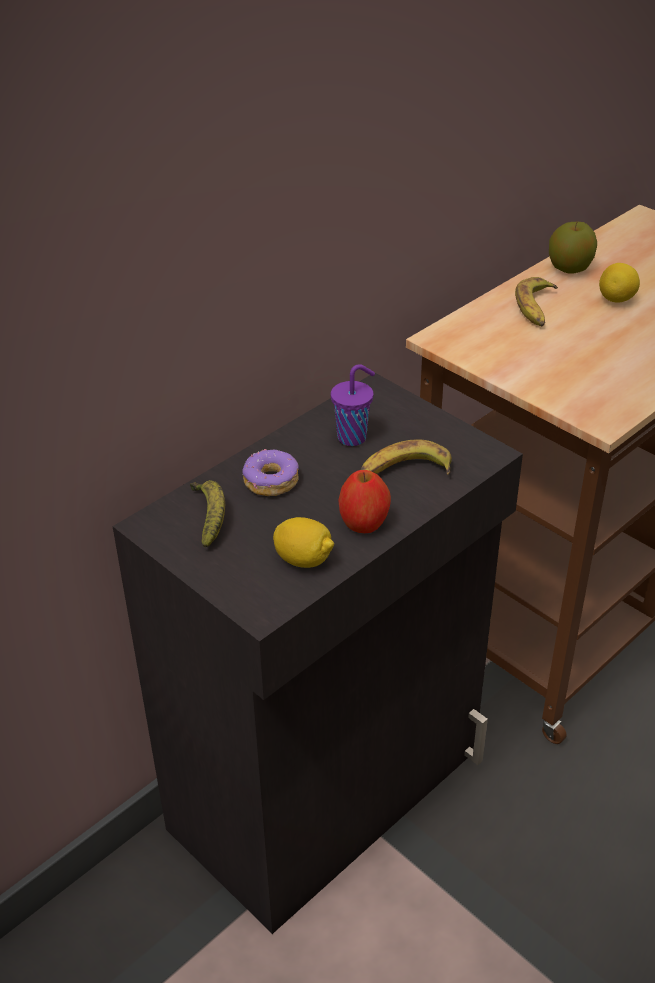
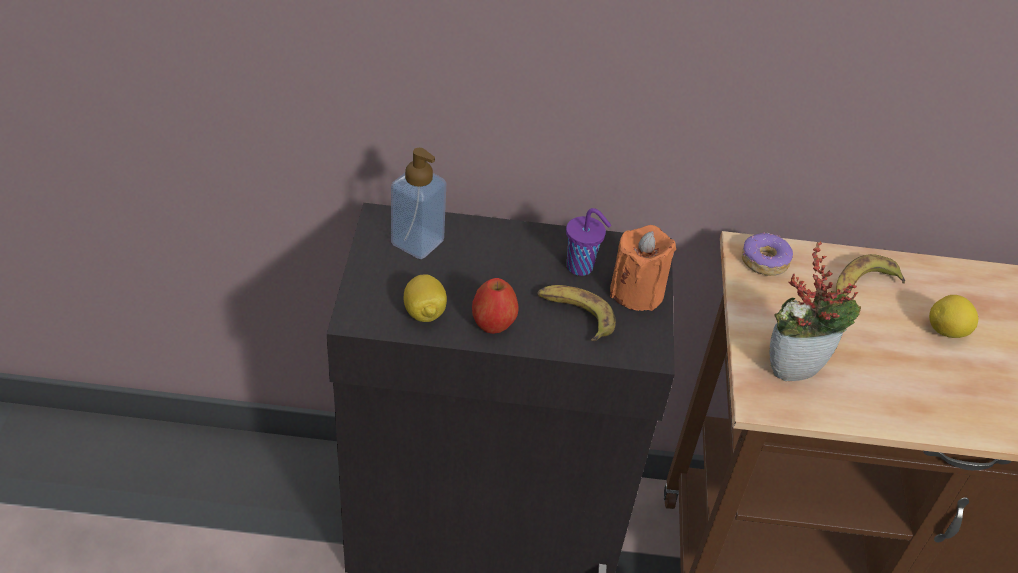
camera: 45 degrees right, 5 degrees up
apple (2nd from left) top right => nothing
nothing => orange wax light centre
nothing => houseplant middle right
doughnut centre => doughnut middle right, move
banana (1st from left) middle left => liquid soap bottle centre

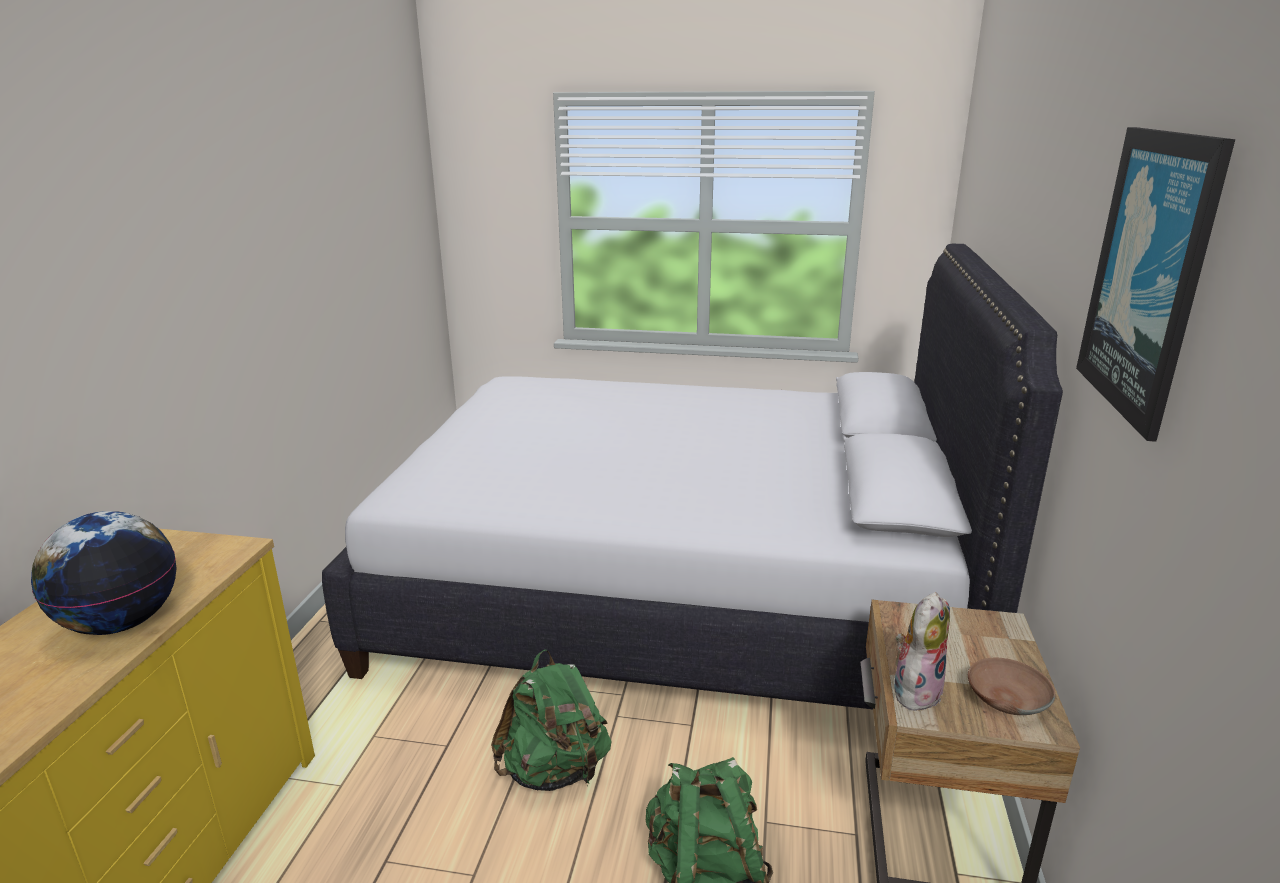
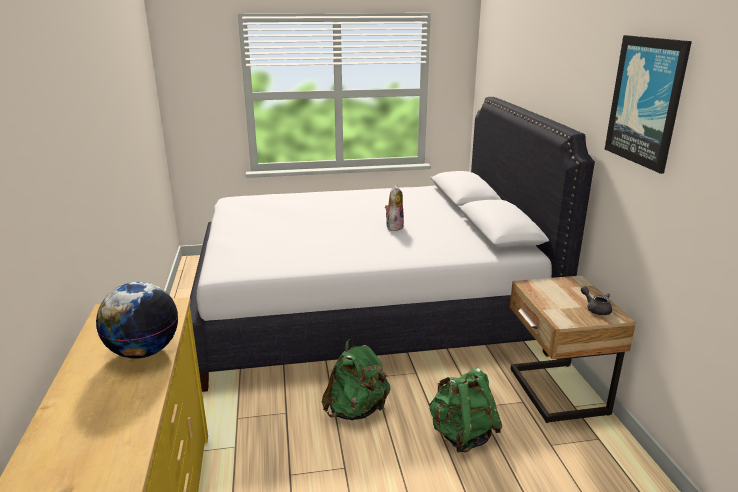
camera: 20 degrees left, 0 degrees up
plush toy bottom right => plush toy centre, move
brown serving bowl bottom right => gray teapot middle right

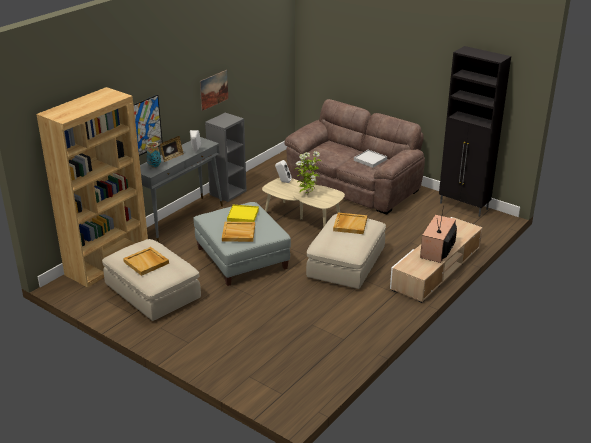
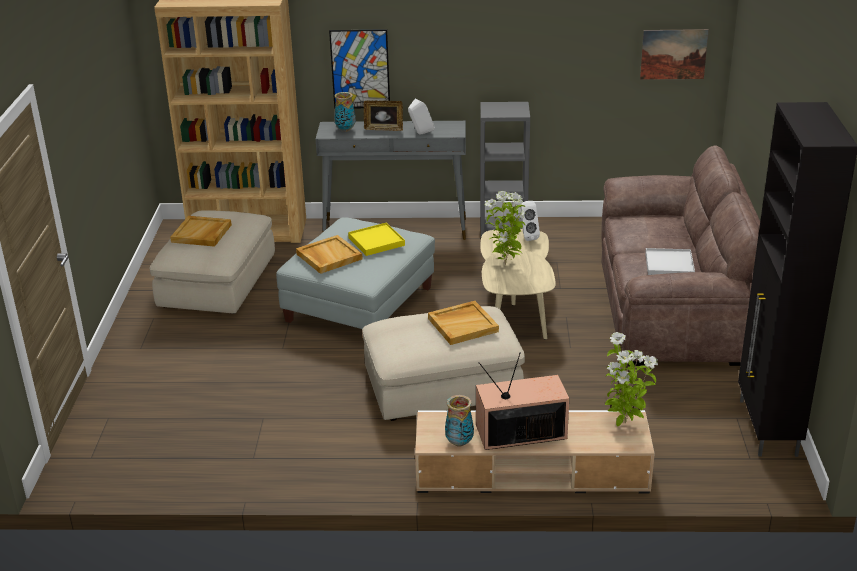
camera: 55 degrees right, 0 degrees up
nothing => flower vase (2nd from left) bottom centre
nothing => houseplant (2nd from left) middle right
wall art (2nd from left) top centre => wall art (2nd from left) top right, move

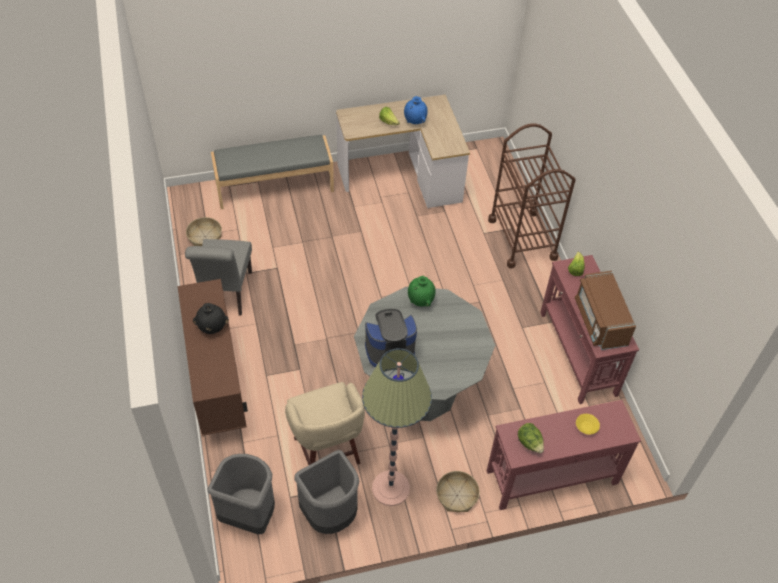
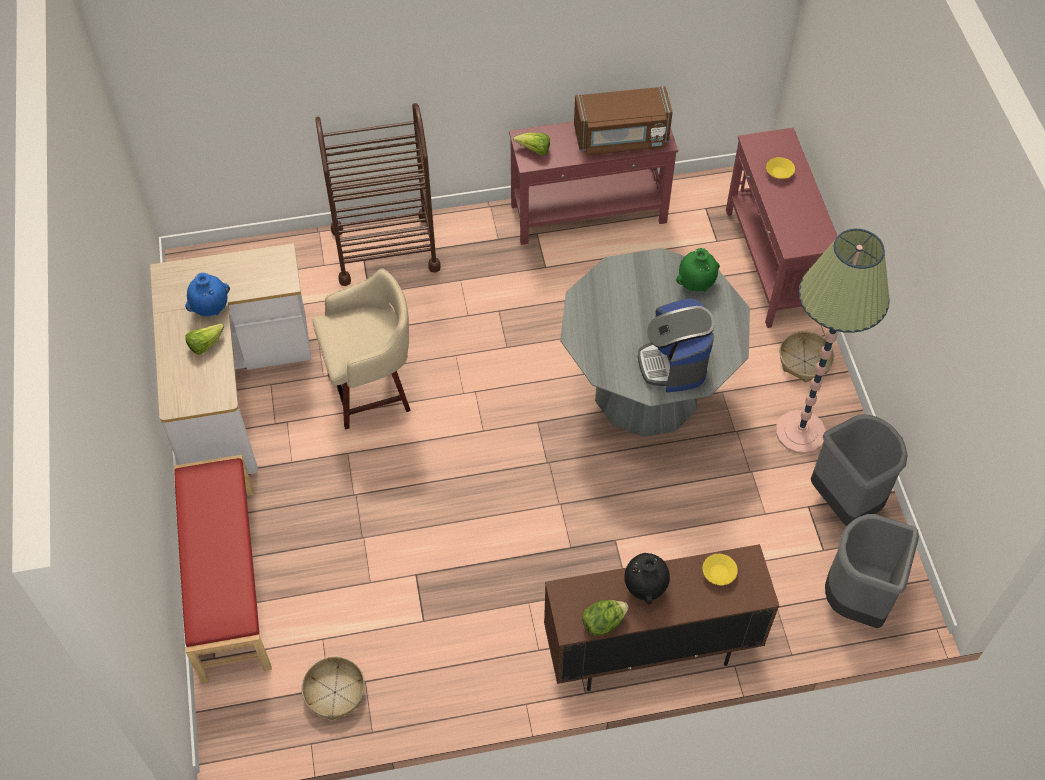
camera: 85 degrees left, 5 degrees up
gray upright chair middle left => nothing
nothing => yellowish serving bowl (1st from left) bottom right
beige stool seat bottom centre => beige stool seat centre, move
green-coloured flower vase centre => green-coloured flower vase middle right, move
head of lettuce (2nd from left in the first image) bottom right => head of lettuce (3rd from left) bottom centre, move
gray long seat top centre => red long seat bottom left

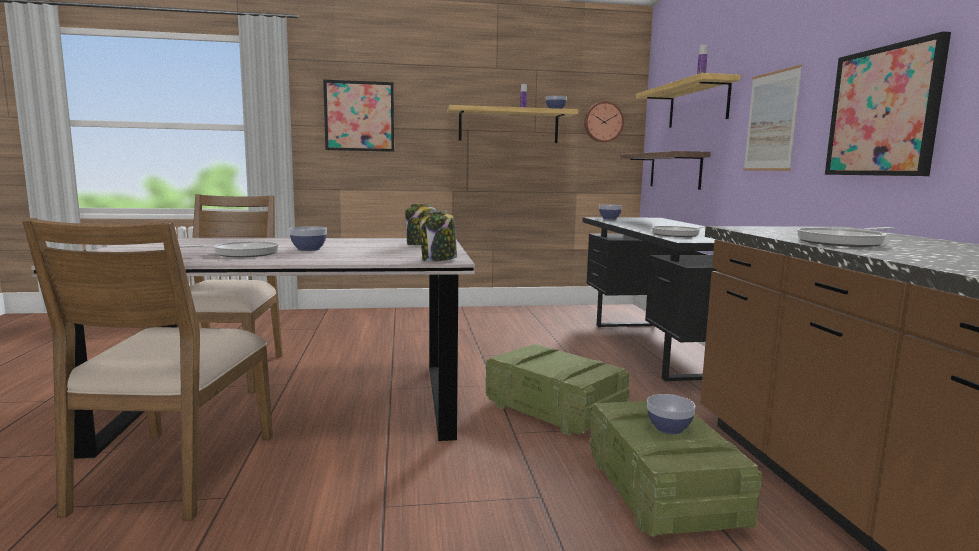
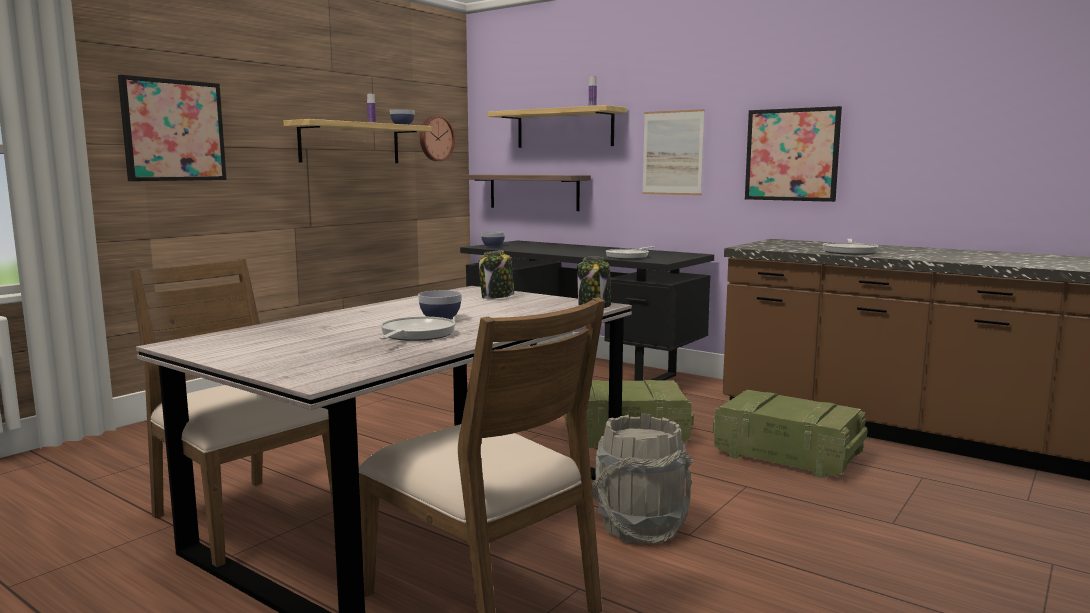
camera: 45 degrees left, 0 degrees up
serving bowl (4th from left) bottom right => nothing
nothing => gray water bucket bottom centre

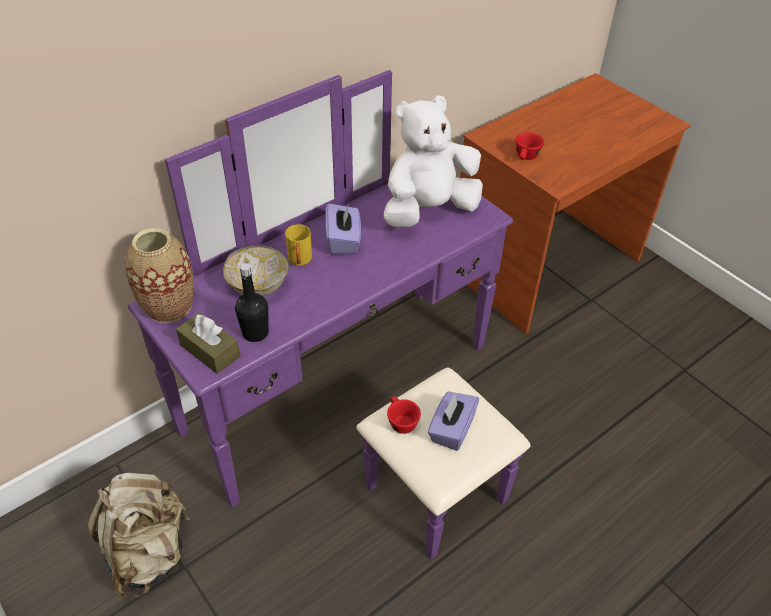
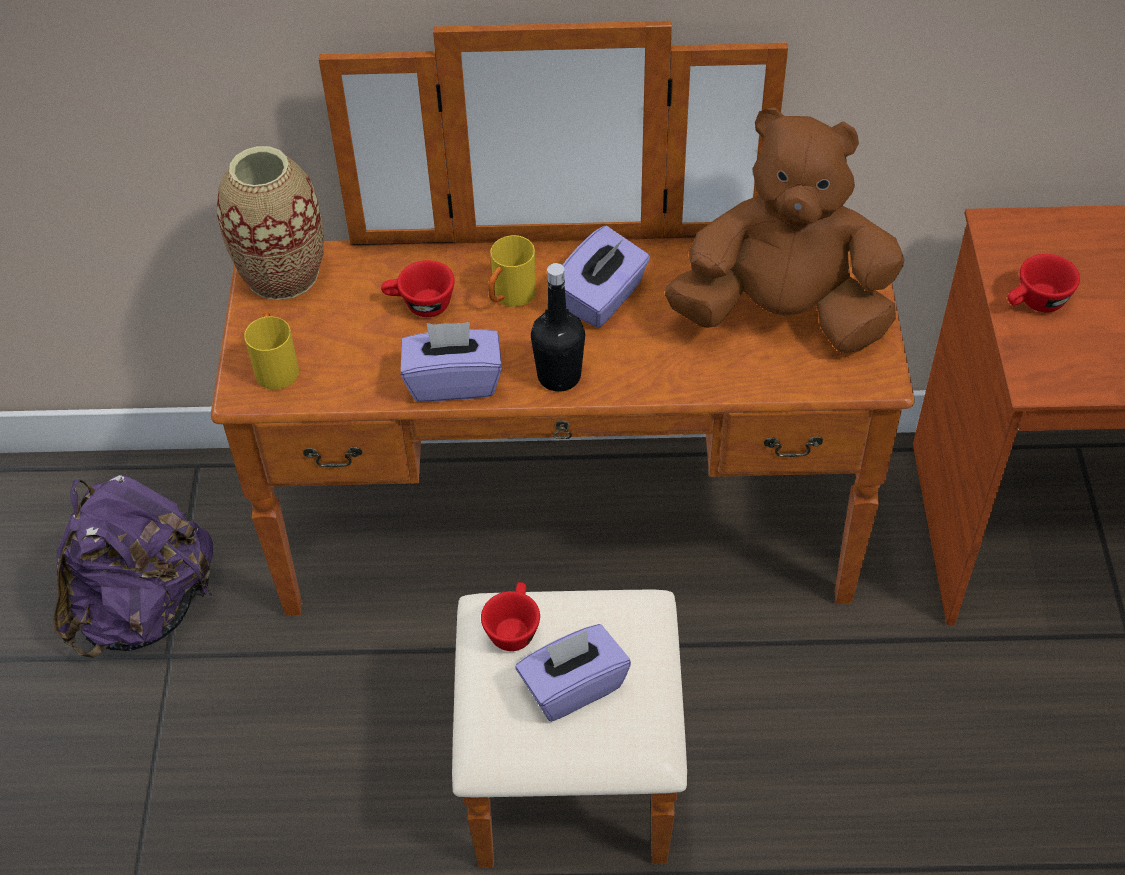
camera: 40 degrees right, 5 degrees up
nothing => purple tissue holder (1st from left) centre
blackish beverage bottle middle left => blackish beverage bottle centre, move
brown tissue holder middle left => yellowish mug (1st from left) middle left
serving bowl middle left => red small cup (1st from left) top centre
beige backpack bottom left => purple backpack middle left
purple dresser centre => brown dresser centre
whitish plush toy top centre => brown plush toy top right

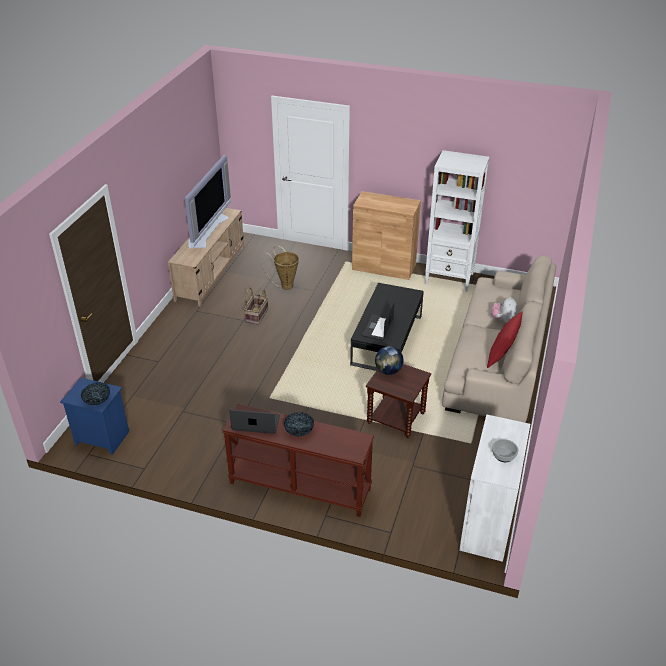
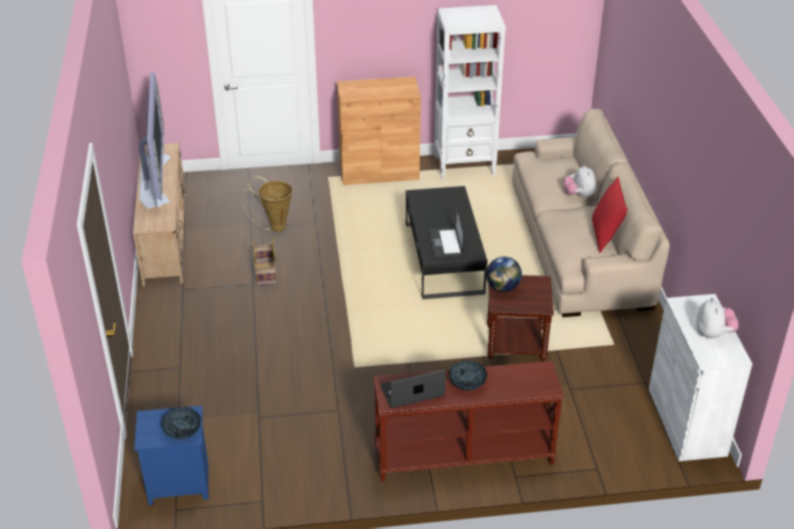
camera: 25 degrees left, 0 degrees up
serving bowl (3rd from left) bottom right => plush toy (2nd from left) middle right

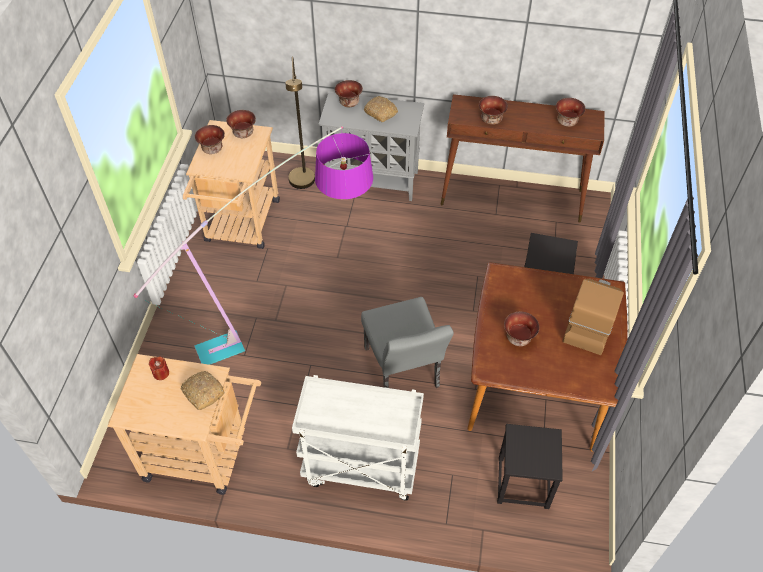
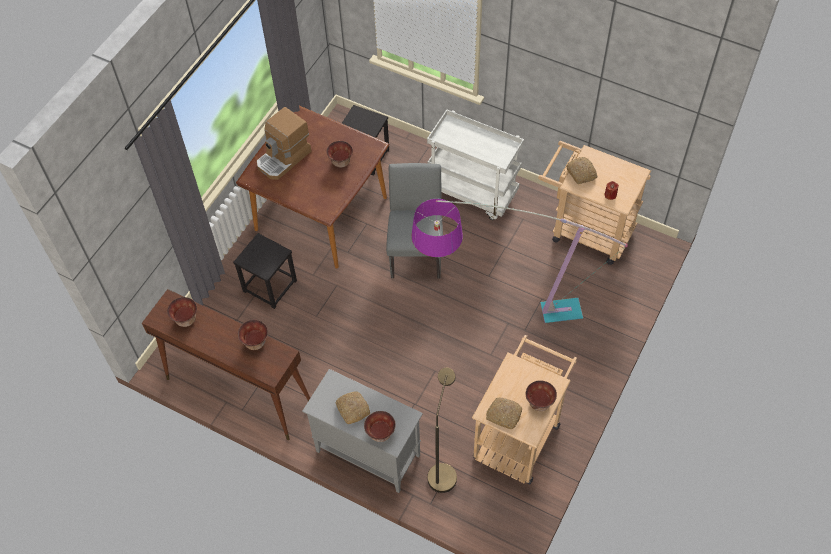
camera: 160 degrees left, 5 degrees up
serving bowl (2nd from left) top left => bakery bread (2nd from left) bottom centre

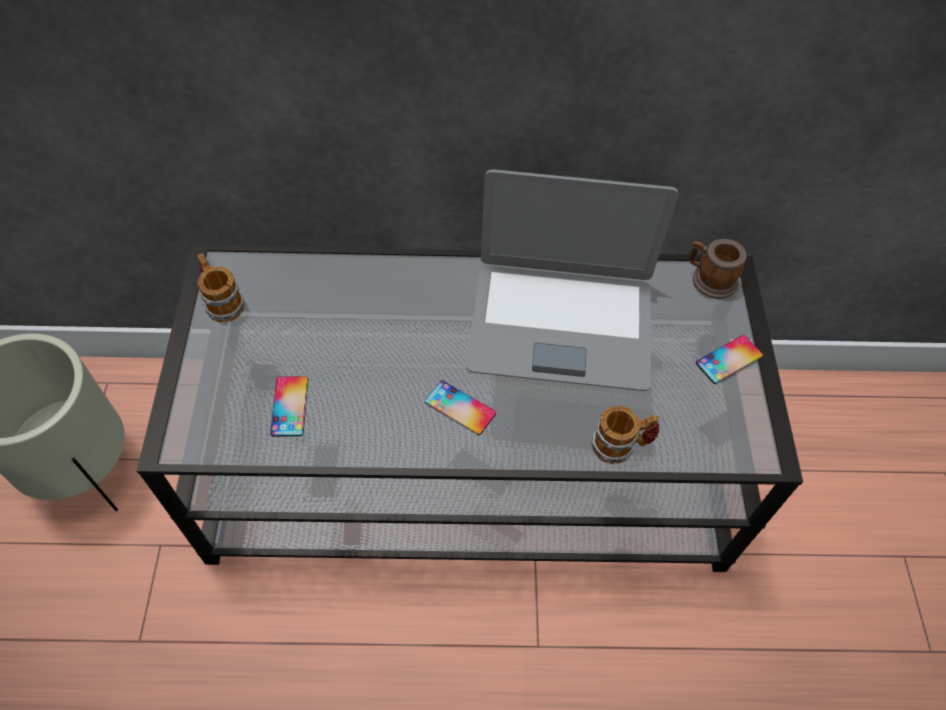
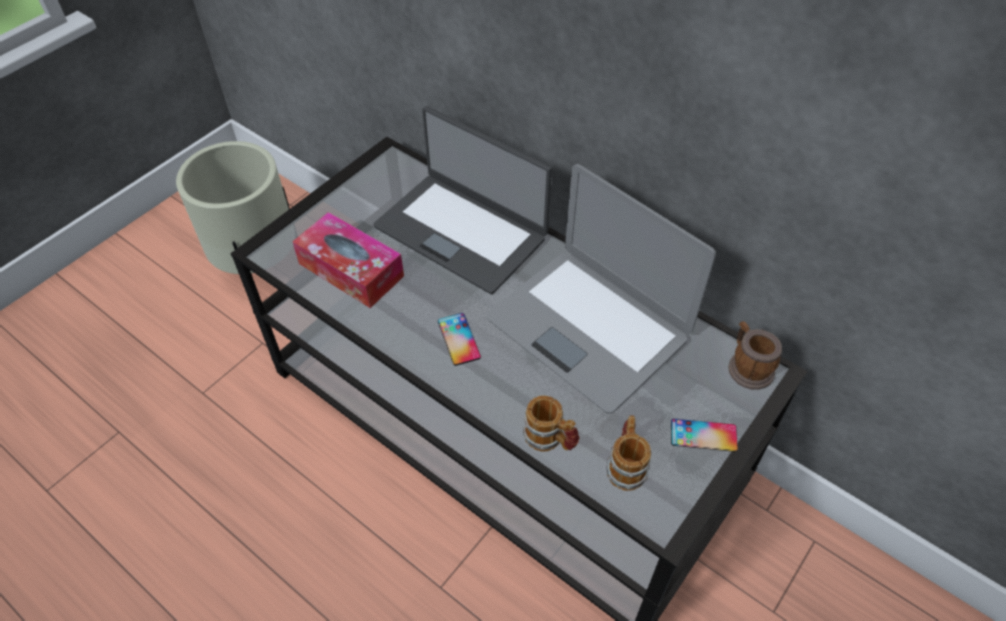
camera: 40 degrees right, 5 degrees down
nothing => laptop (1st from left) top centre
mug (1st from left in the first image) middle left => mug (2nd from left) bottom centre, move
handset (1st from left) middle left => tissue holder centre

